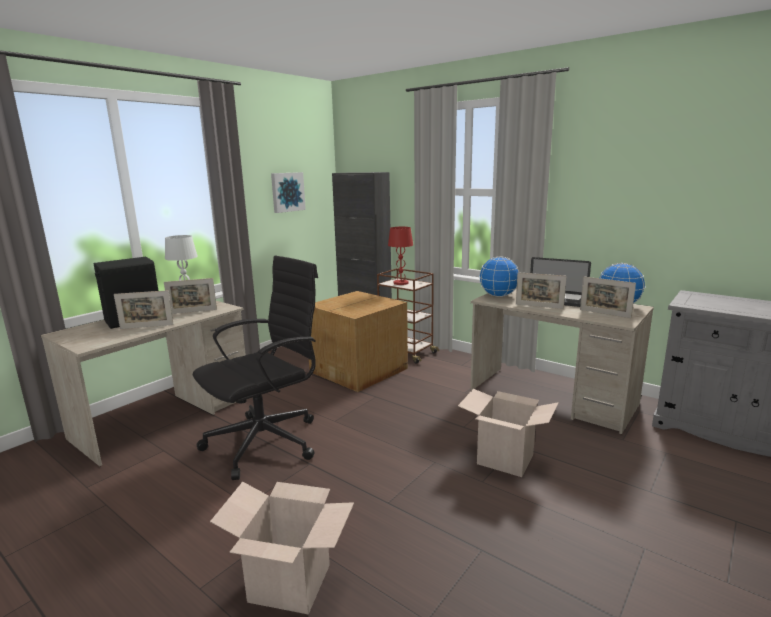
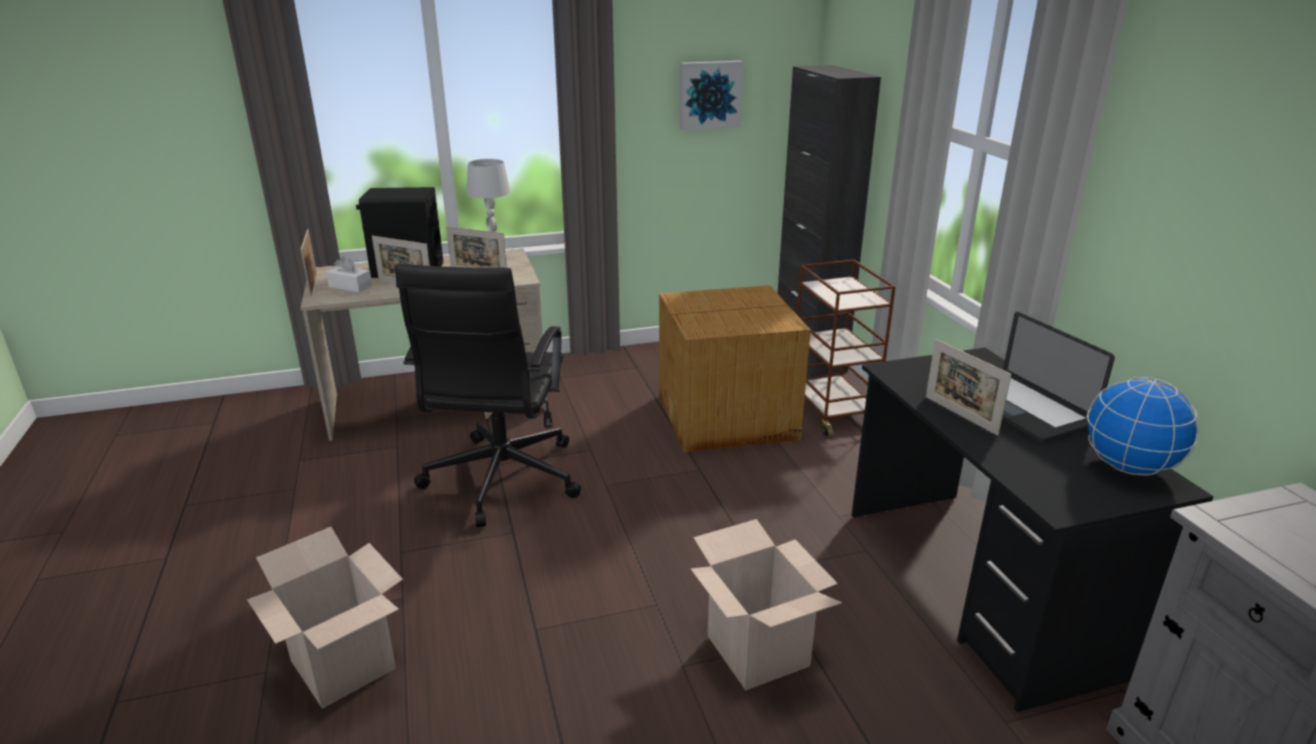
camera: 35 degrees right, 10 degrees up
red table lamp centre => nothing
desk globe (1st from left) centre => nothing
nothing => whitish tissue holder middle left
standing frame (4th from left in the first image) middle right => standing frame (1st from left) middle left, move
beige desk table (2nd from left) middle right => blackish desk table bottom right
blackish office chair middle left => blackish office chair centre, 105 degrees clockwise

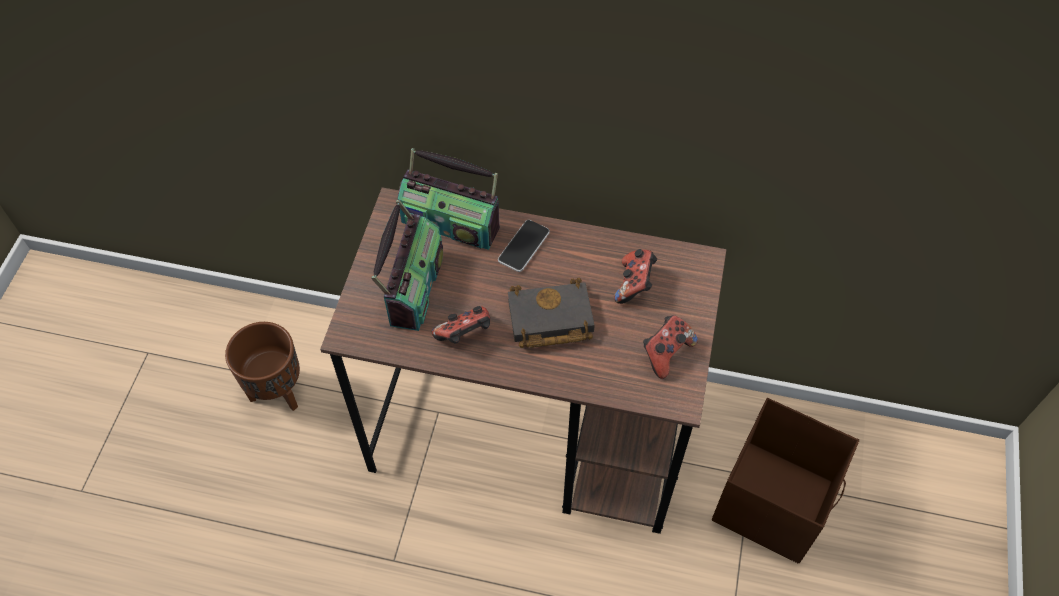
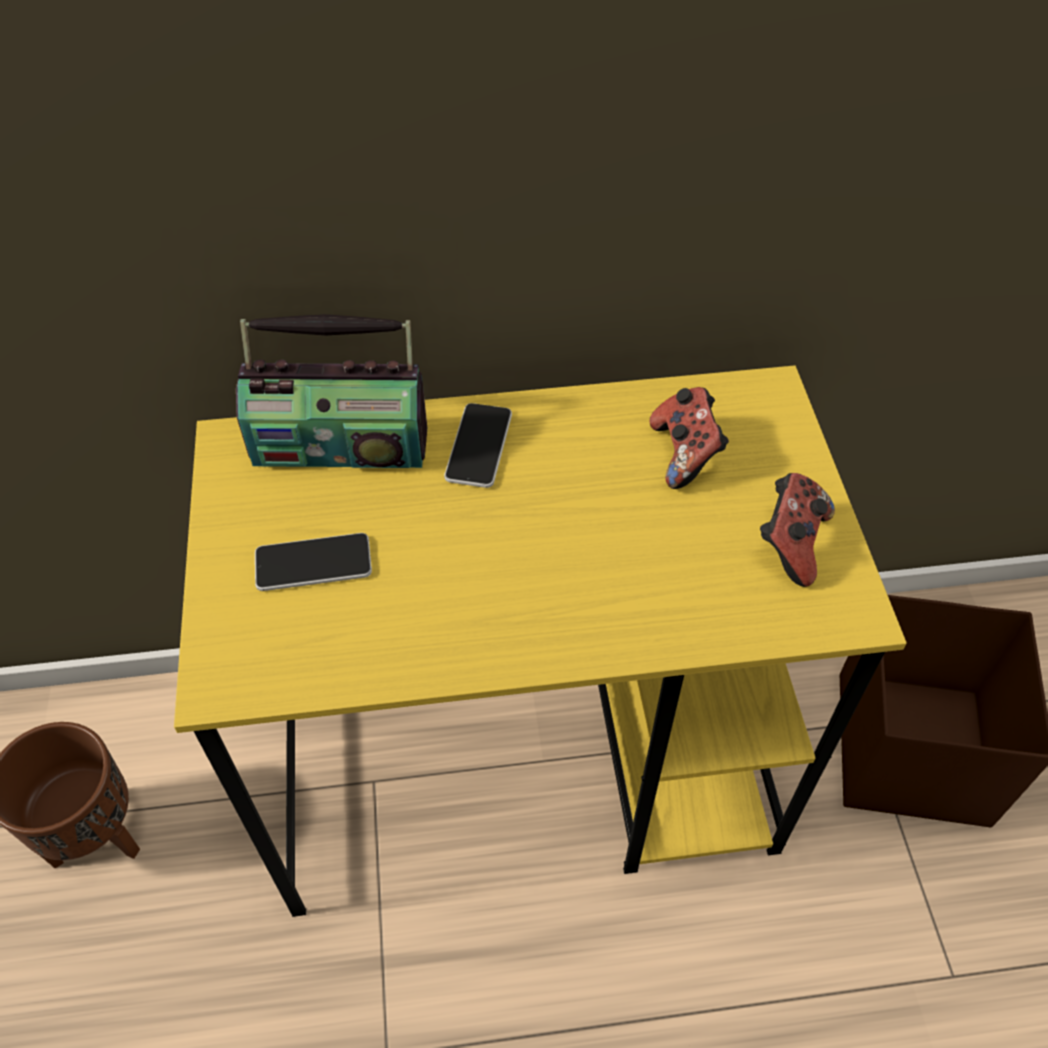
camera: 20 degrees left, 5 degrees down
joypad (1st from left) centre => nothing
blackish volume centre => nothing
radio (1st from left) centre => handset (1st from left) middle left
brown desk table centre => yellowish desk table centre

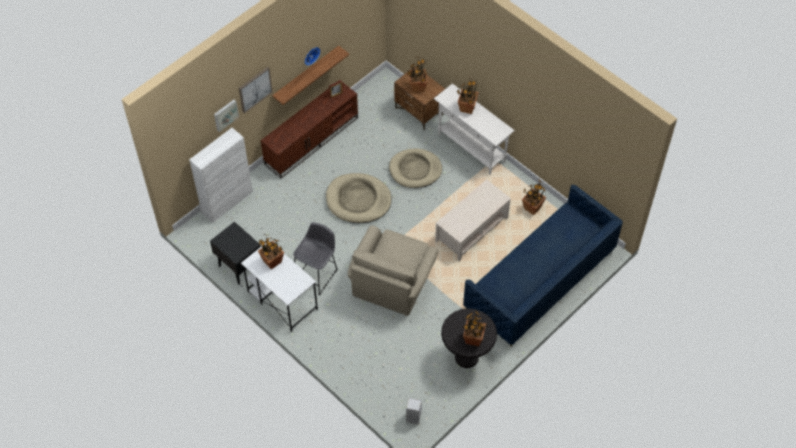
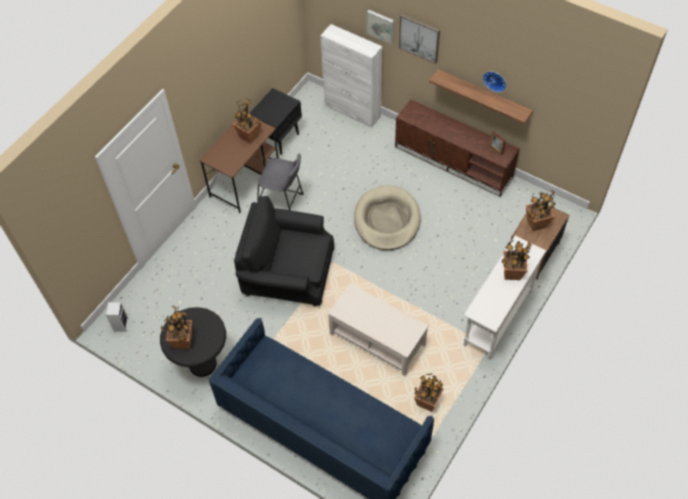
camera: 80 degrees right, 0 degrees up
beige dog bed (2nd from left) centre => nothing
whitish desk table centre => brown desk table top centre
beige armchair centre => blackish armchair centre

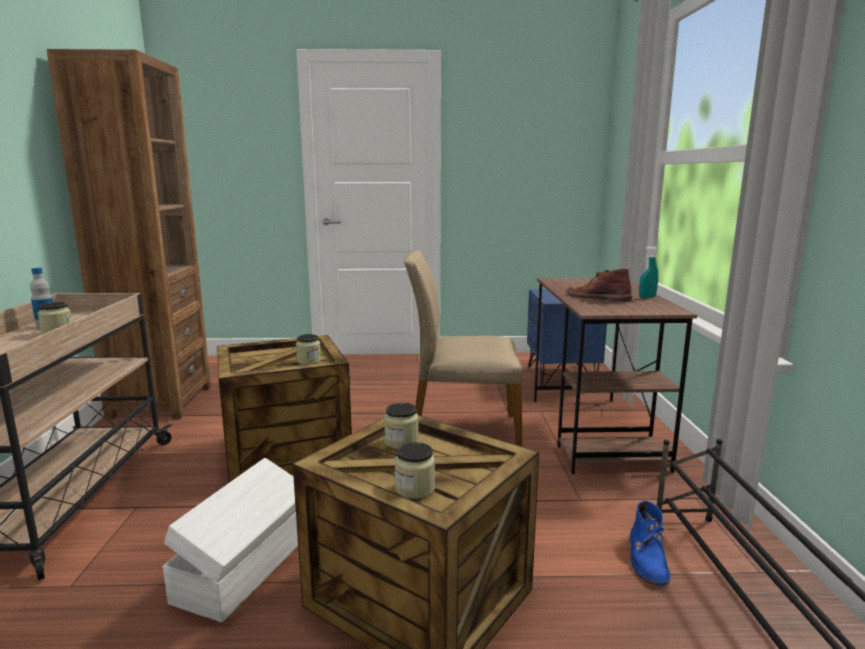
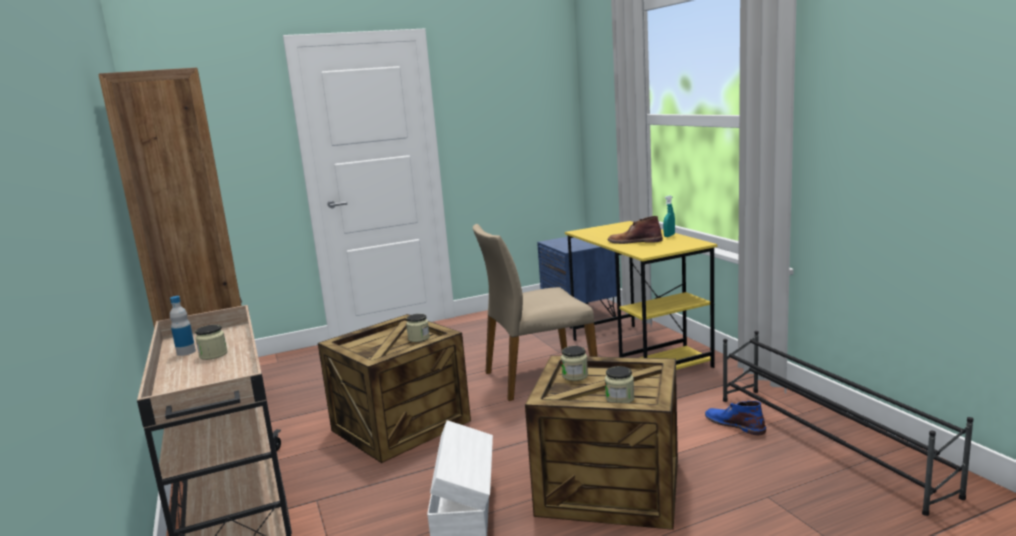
camera: 20 degrees left, 0 degrees up
brown desk table middle right => yellowish desk table centre
blue-coloured tall boot bottom right, 150 degrees clockwise

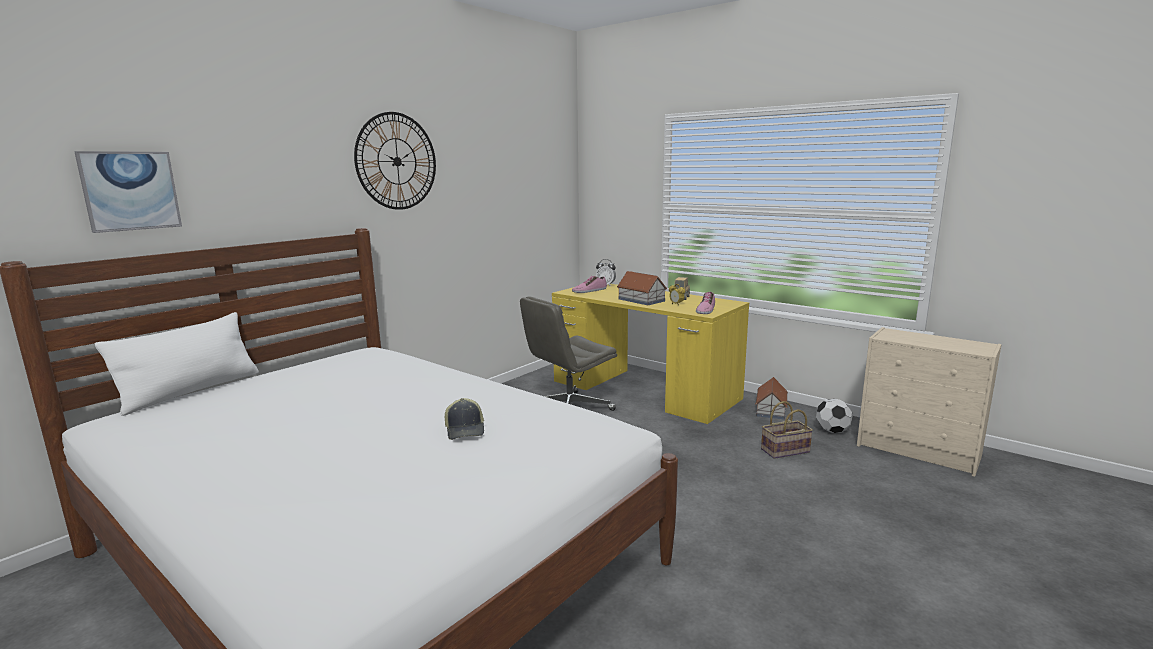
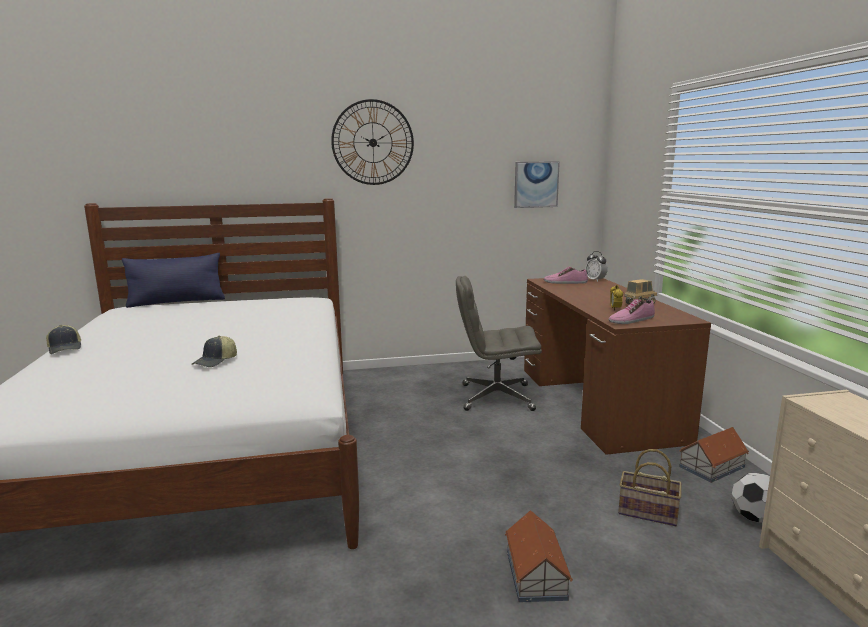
camera: 40 degrees right, 0 degrees up
nothing => baseball cap (1st from left) middle left
wall art top left => wall art top centre, move
model house (1st from left) centre => model house (1st from left) bottom centre, move
whitish pillow middle left => blue-coloured pillow middle left
yellowish desk table centre => brown desk table middle right

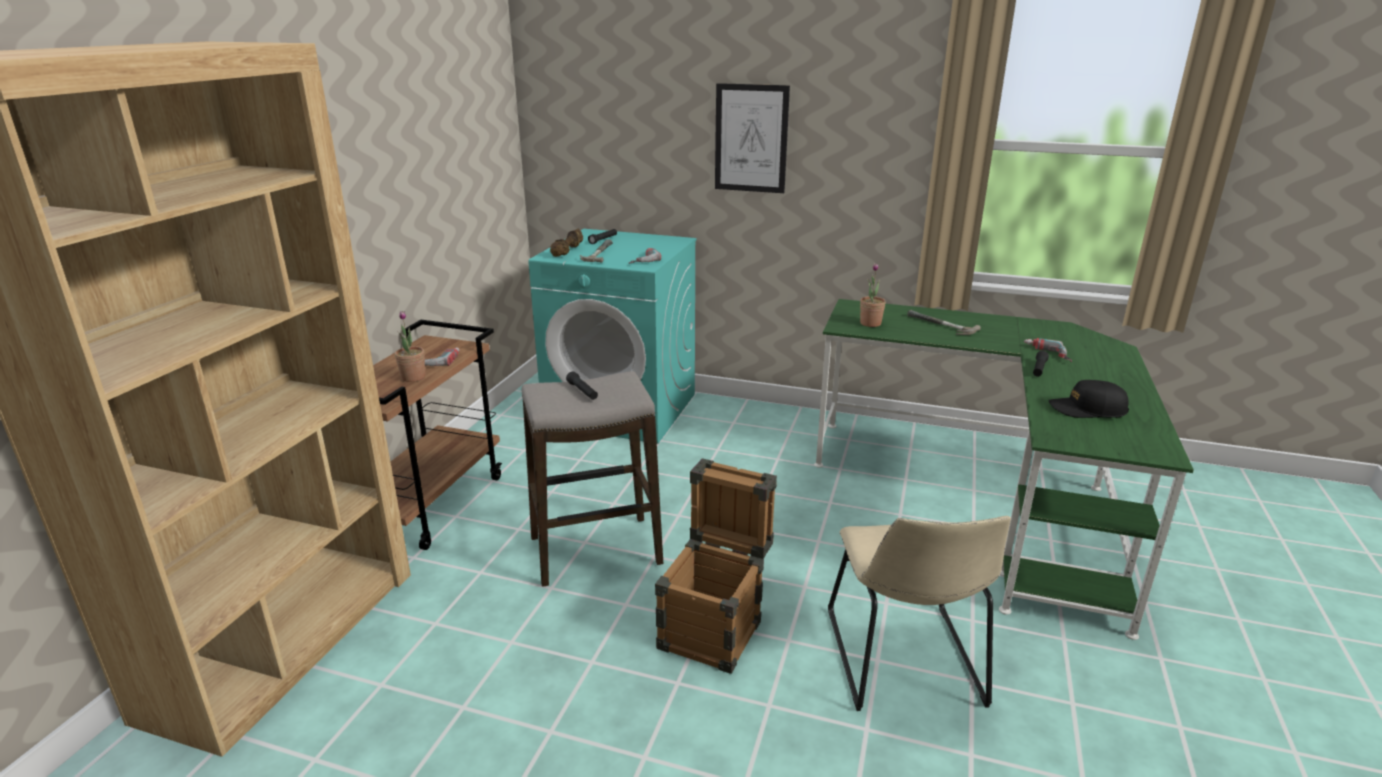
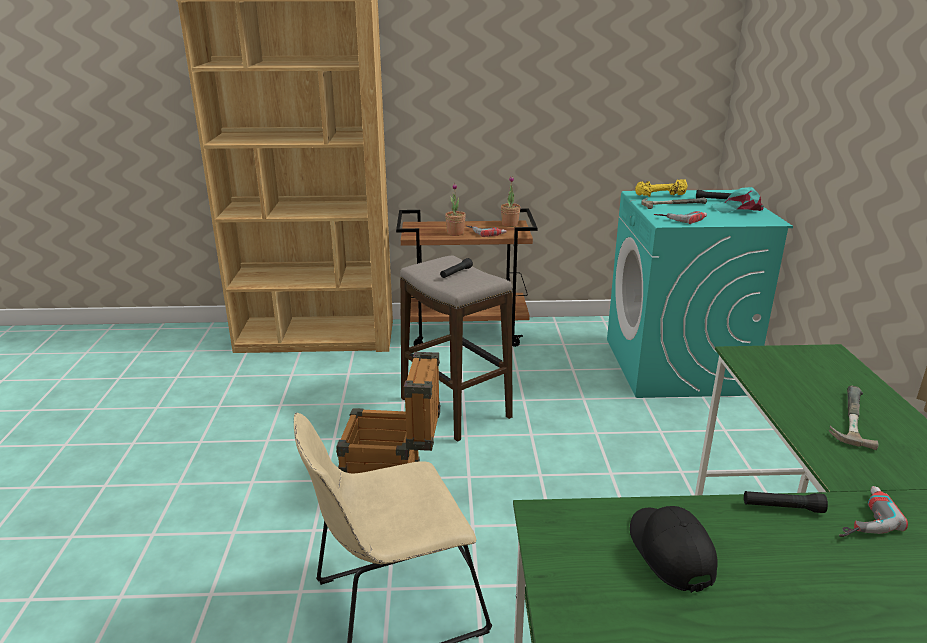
camera: 70 degrees right, 0 degrees up
wall art top centre => nothing
nothing => blue-green baseball cap top right
houseplant (2nd from left) centre => houseplant (2nd from left) top centre, move
brown free weight top centre => yellowish free weight top right

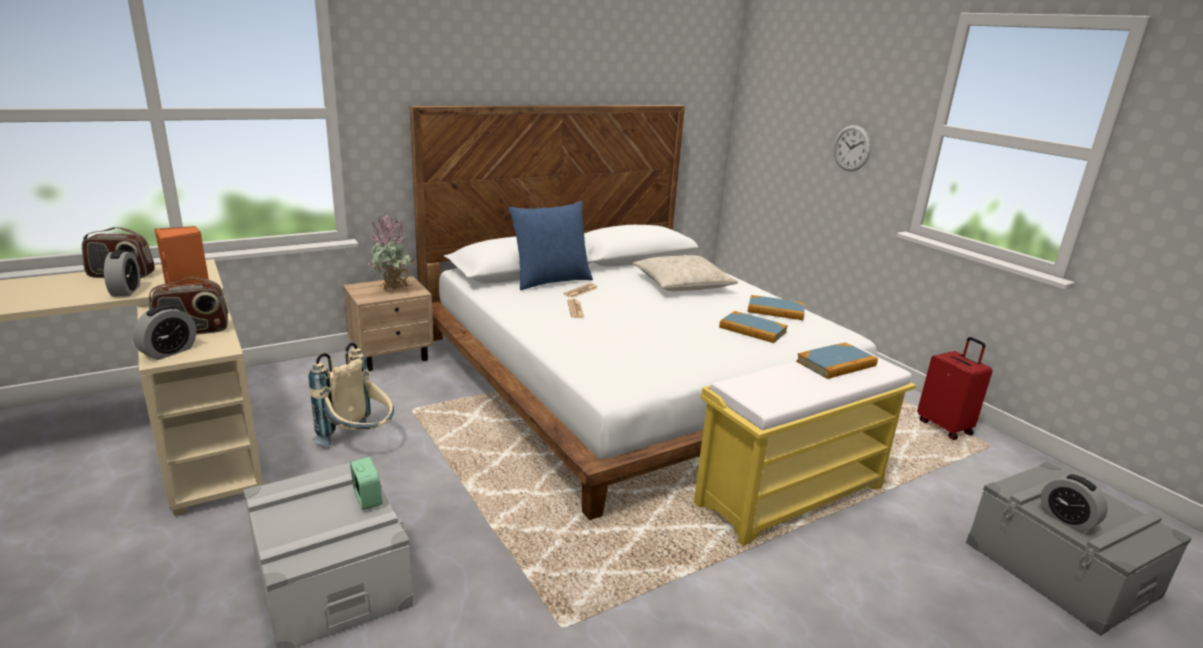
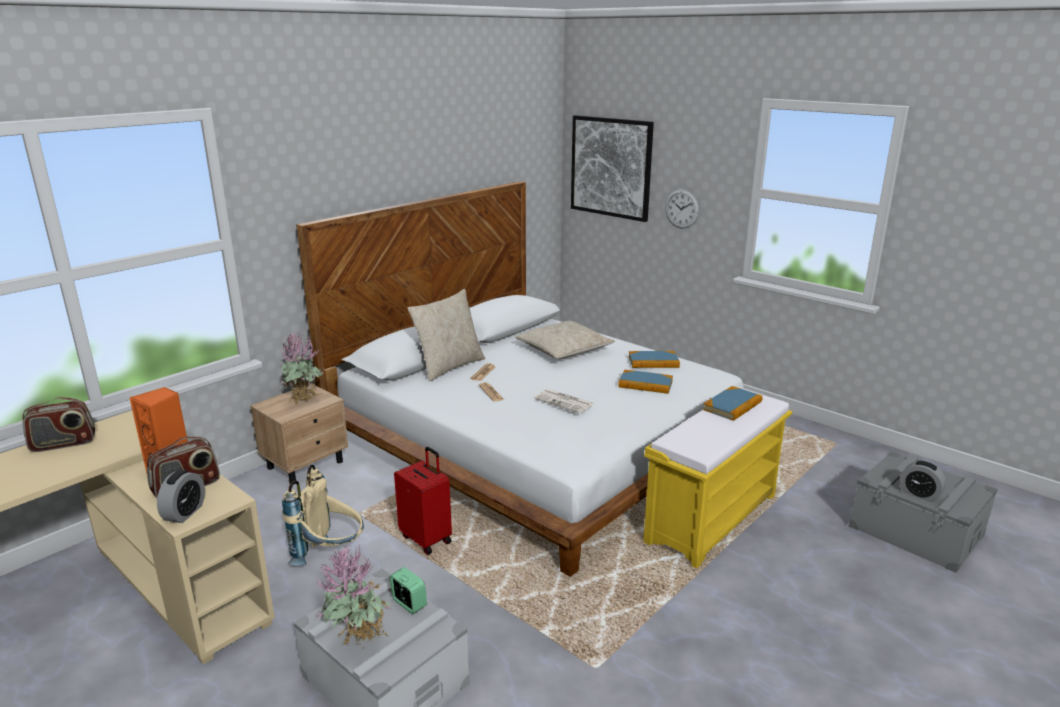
camera: 15 degrees left, 0 degrees up
bedside clock (1st from left) middle left => nothing
nothing => houseplant (2nd from left) bottom left
nothing => printed paper (3rd from left) centre
nothing => wall art top centre
red suitcase middle right => red suitcase bottom centre, move
blue-coloured pillow centre => beige pillow (1st from left) centre

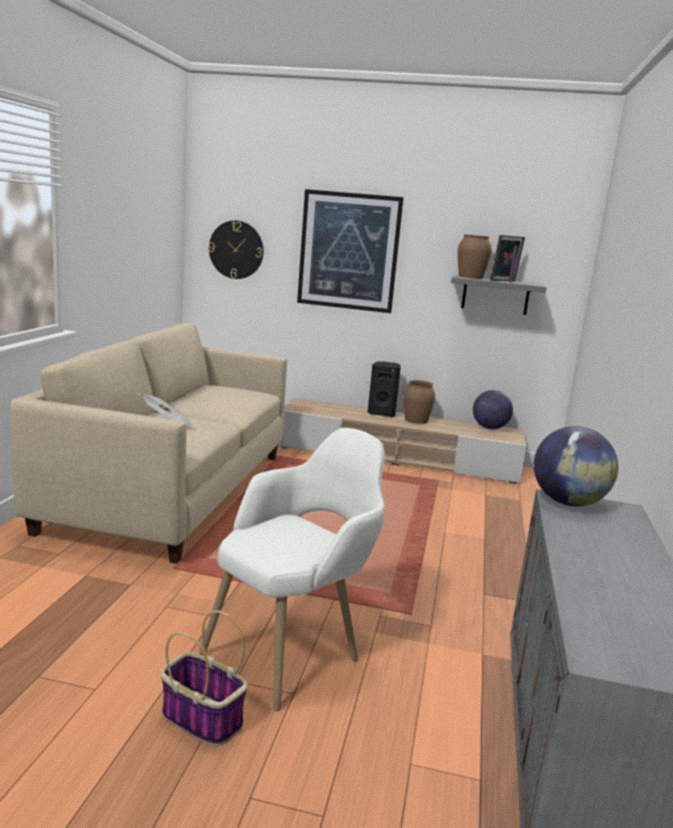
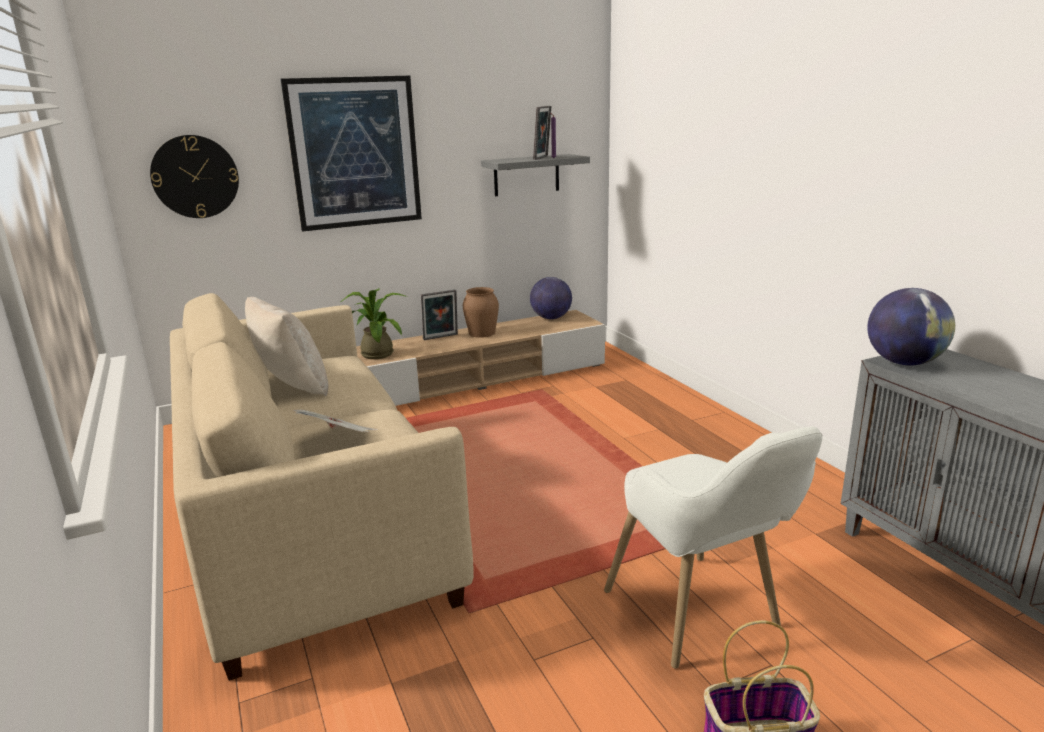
camera: 35 degrees left, 5 degrees up
brown flower vase (2nd from left) top right => nothing
nothing => beige pillow middle left
nothing => houseplant centre
blackish speaker centre => standing frame (1st from left) centre
whitish armchair bottom centre => whitish armchair bottom right, 150 degrees clockwise

